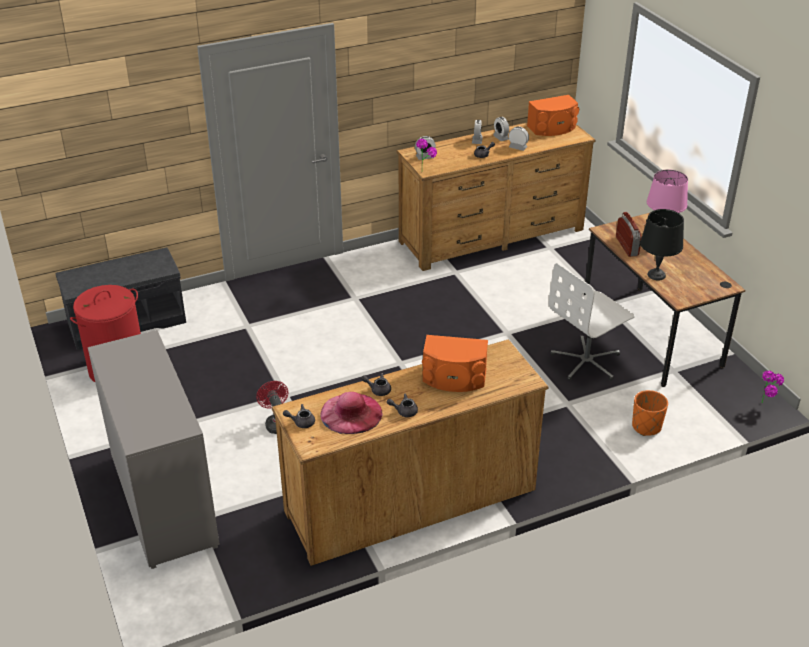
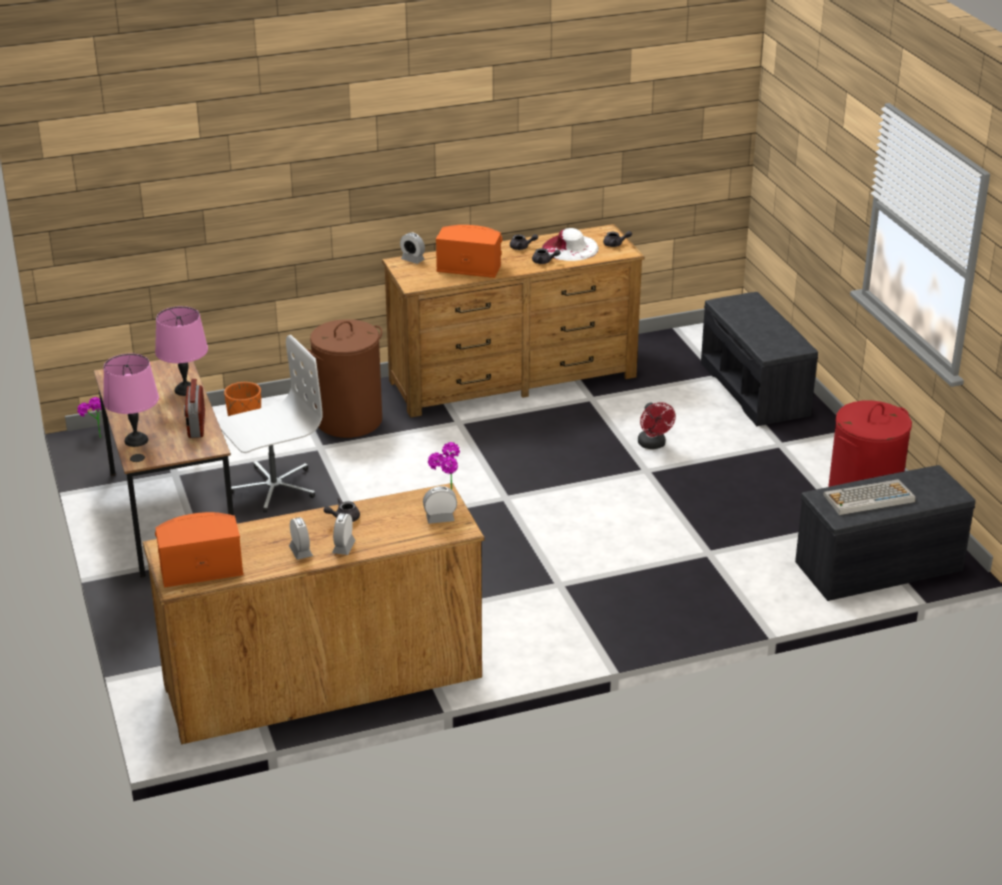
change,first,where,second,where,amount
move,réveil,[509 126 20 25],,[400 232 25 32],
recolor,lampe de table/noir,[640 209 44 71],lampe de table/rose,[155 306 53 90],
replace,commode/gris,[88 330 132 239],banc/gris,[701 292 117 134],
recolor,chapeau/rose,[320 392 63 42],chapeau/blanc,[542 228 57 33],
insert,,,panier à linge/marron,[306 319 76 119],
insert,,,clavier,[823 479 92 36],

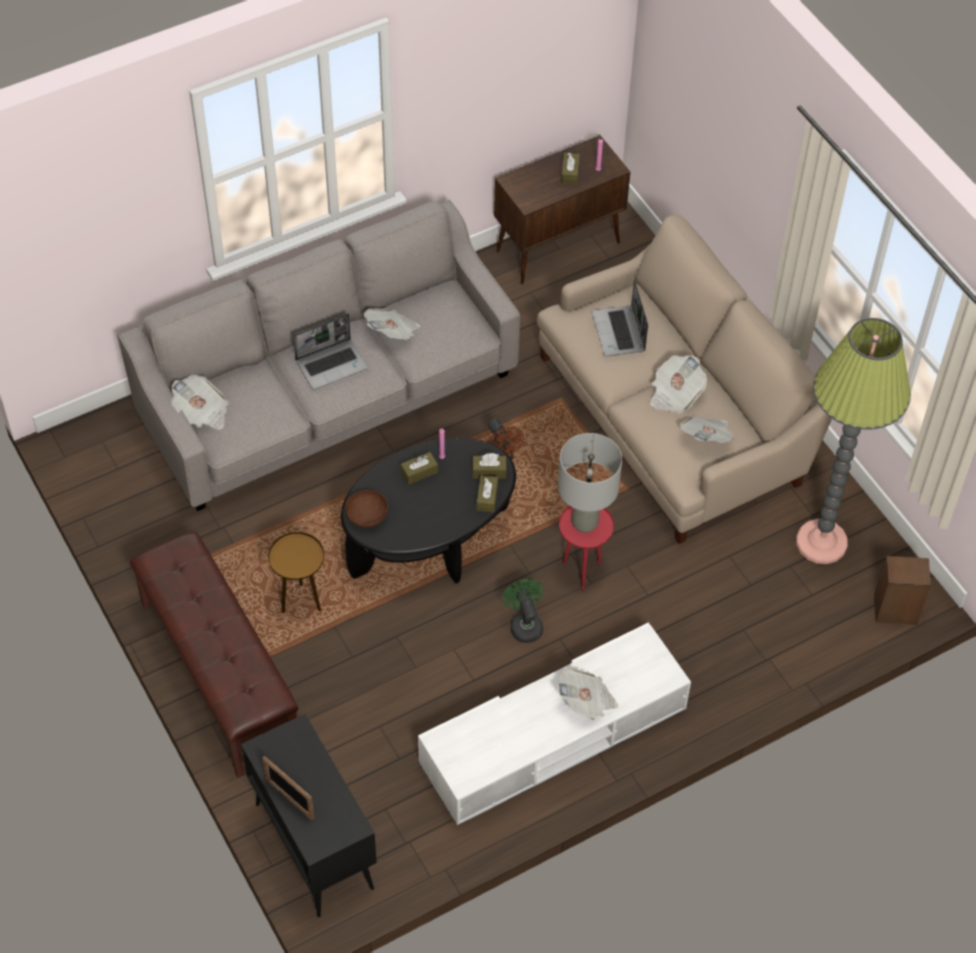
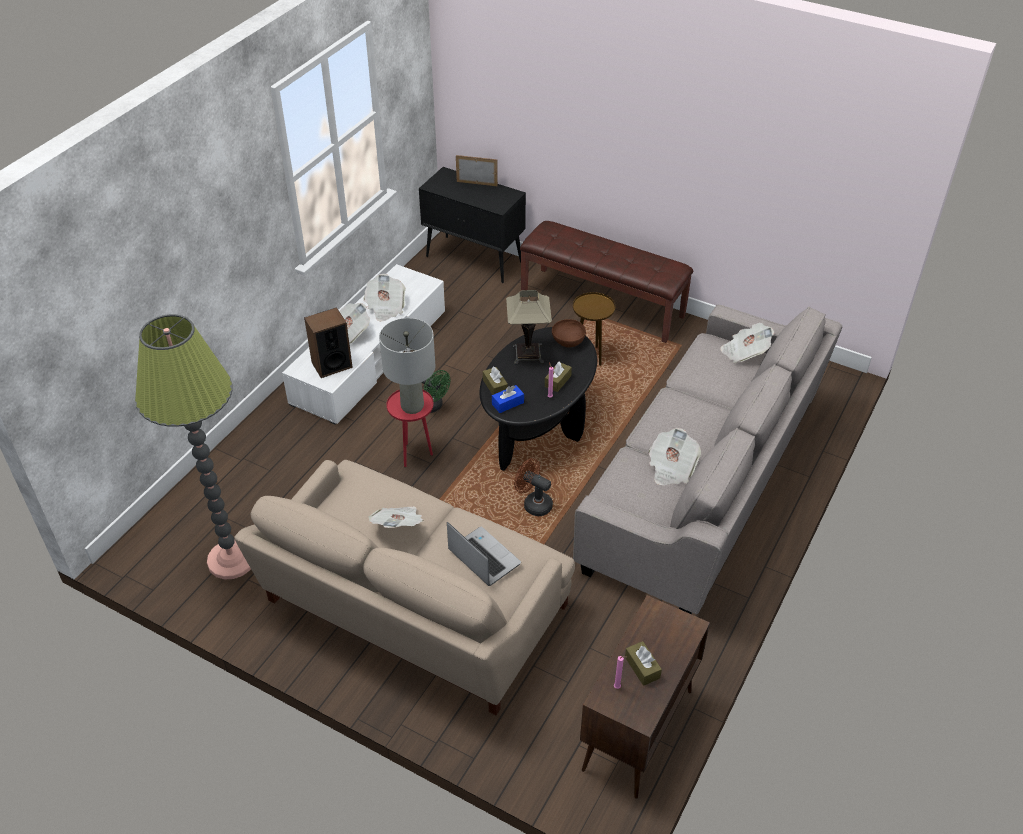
change,first,where,second,where,amount
delete,ordinateur portable,[293 314 75 76],,,
move,journal,[680 415 54 28],,[364 274 42 48],
recolor,boîte à mouchoirs/marron,[472 453 35 25],boîte à mouchoirs/bleu,[492 385 32 28],
move,enceinte,[874 556 57 69],,[304 307 49 71],
insert,,,lampe de table,[506 290 46 75],

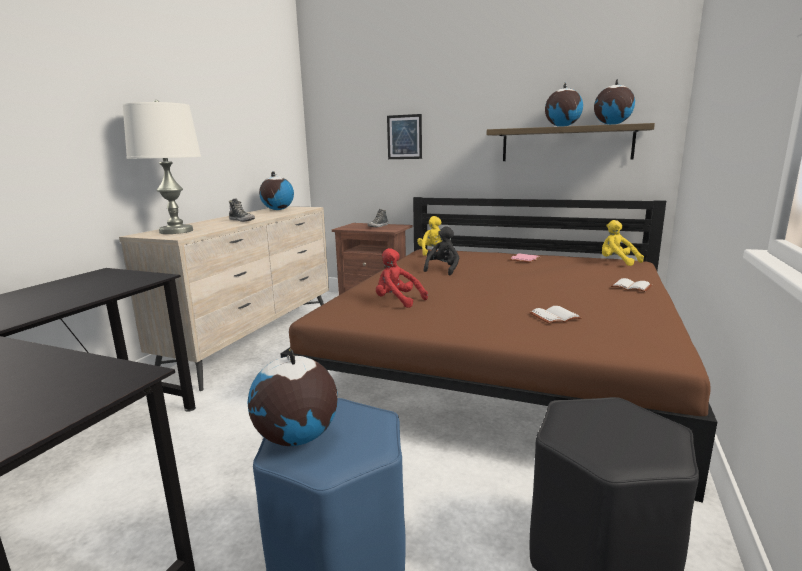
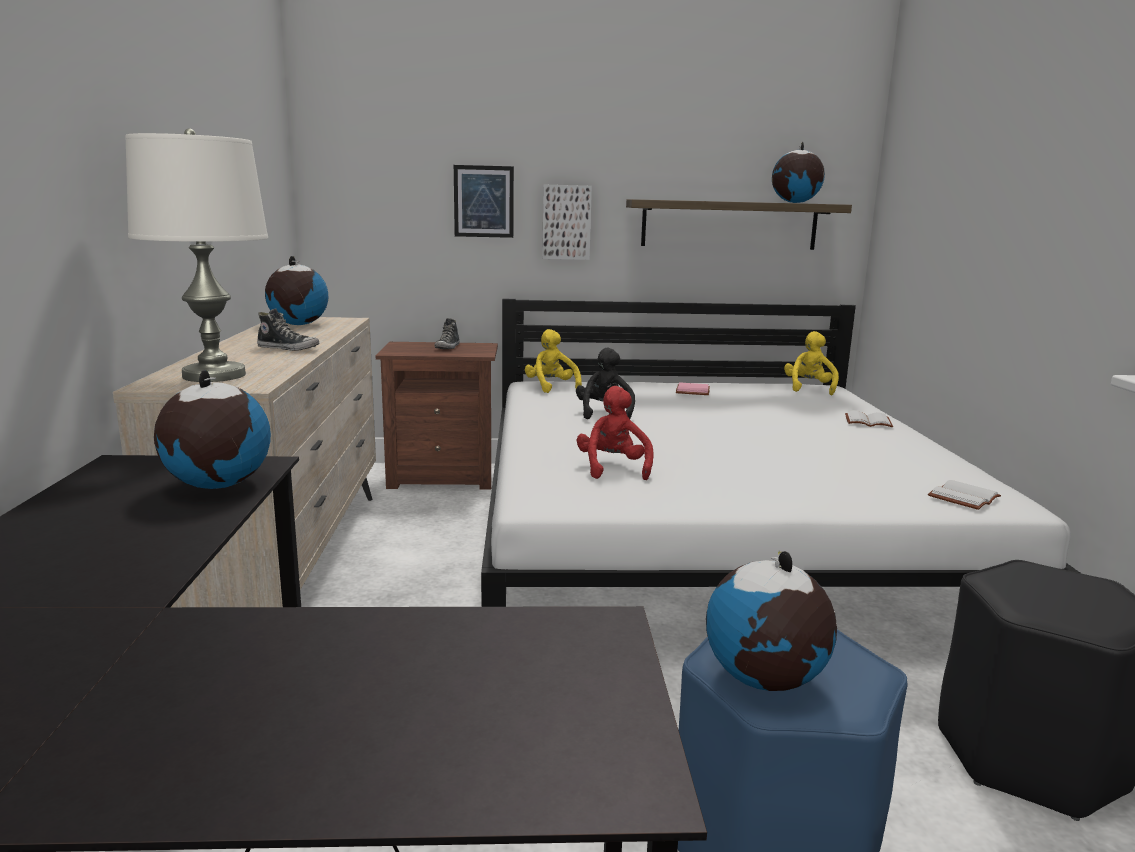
change,first,where,second,where,amount
move,globe,[545 83 38 44],,[154 370 117 119],
recolor,lit/marron,[280 197 437 306],lit/blanc,[481 299 599 308],
rotate,peluche/jaune,[602 220 42 46],,[784 331 55 64],75 degrees clockwise
rotate,peluche/rouge,[376 248 52 60],,[577 386 77 94],75 degrees clockwise
move,livre/blanc,[529 306 53 18],,[928 480 73 30],
insert,,,tableau,[542 185 50 75],

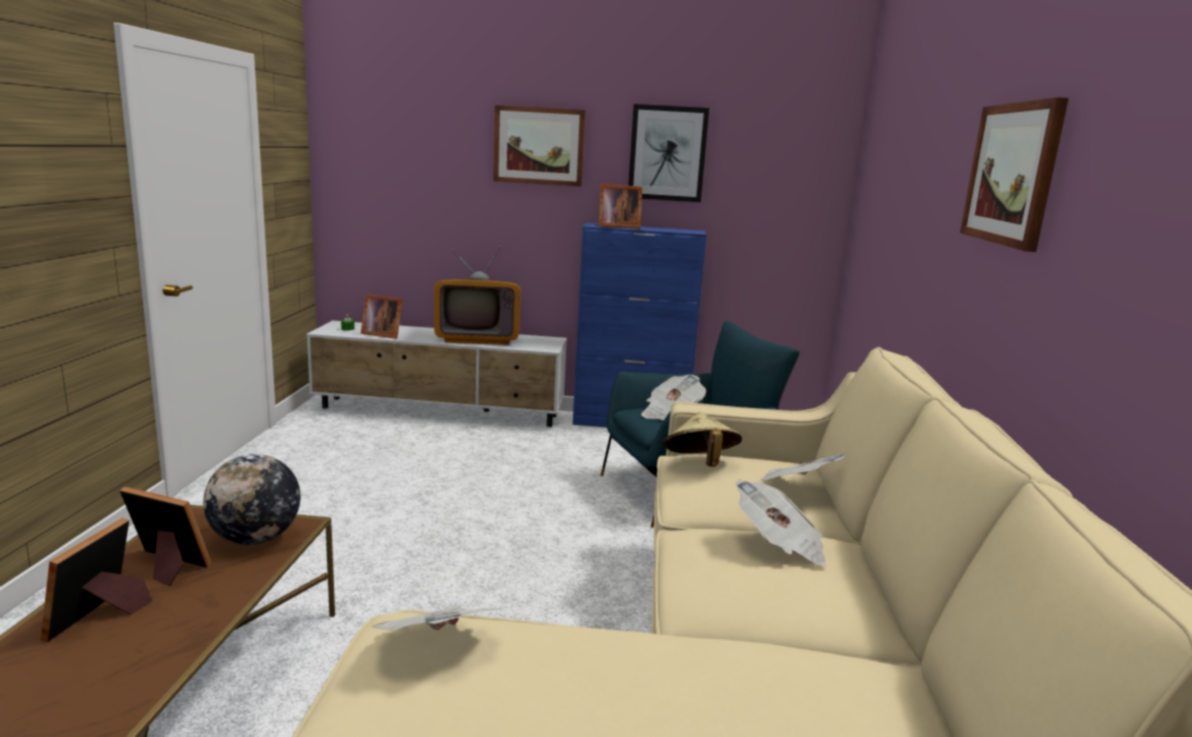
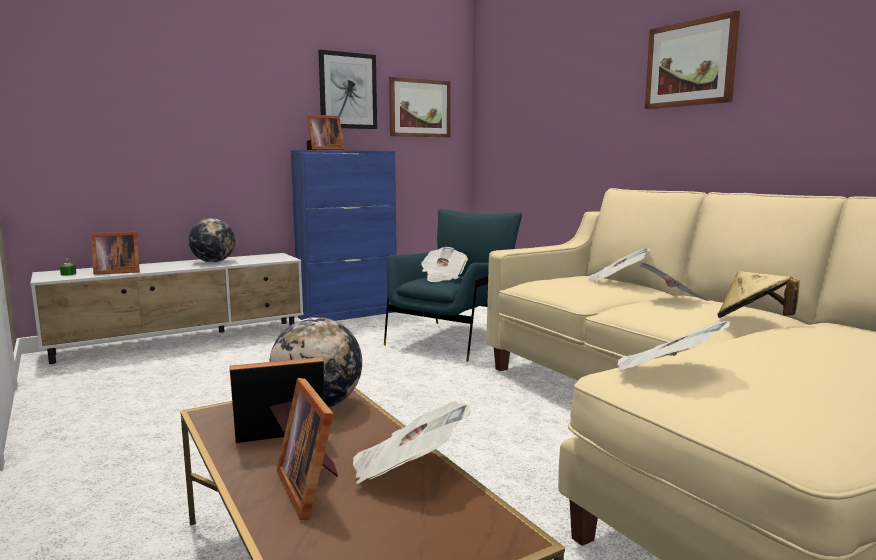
change,first,where,second,where,amount
move,tableau,[493 105 93 82],,[389 77 62 61],
replace,téléviseur,[434 246 87 99],globe,[189 218 46 44],
move,chapeau/beige,[663 412 79 55],,[717 271 83 47],
insert,,,journal,[353 401 117 83],

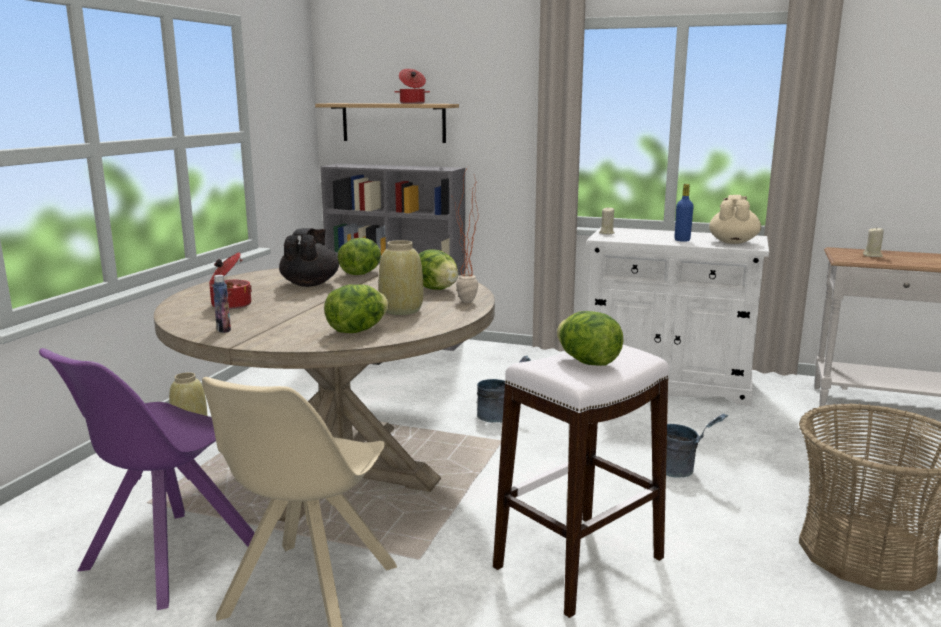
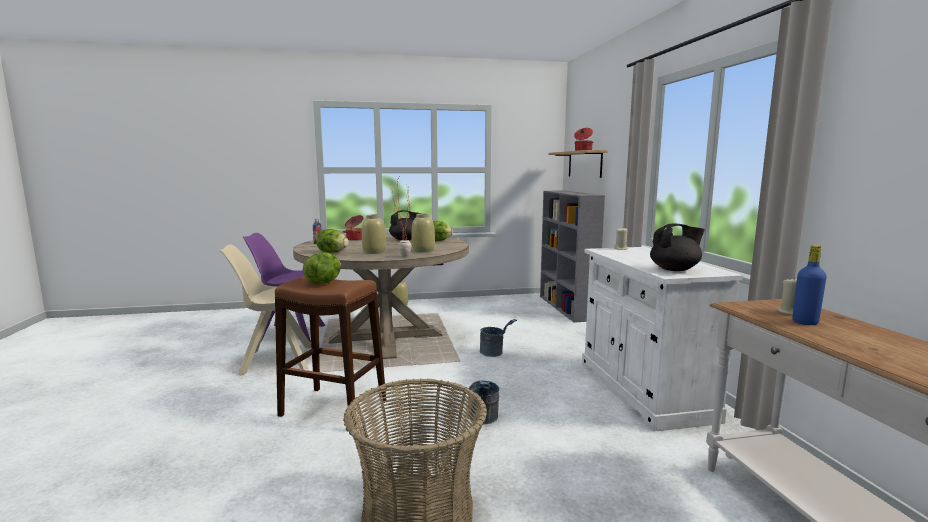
change,first,where,second,where,amount
move,bouteille/bleu,[675 184 19 58],,[793 245 34 80],
recolor,théière/beige,[709 195 52 49],théière/noir,[650 224 55 47],
replace,laitue,[419 249 39 41],vase/beige,[411 214 24 38],
recolor,tabouret/blanc,[493 345 176 273],tabouret/marron,[275 276 111 152],

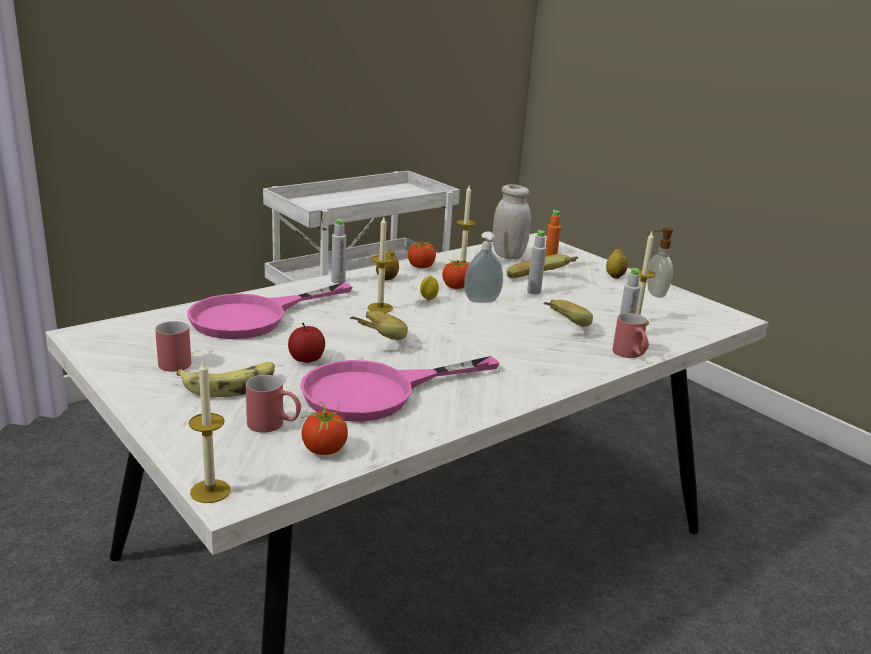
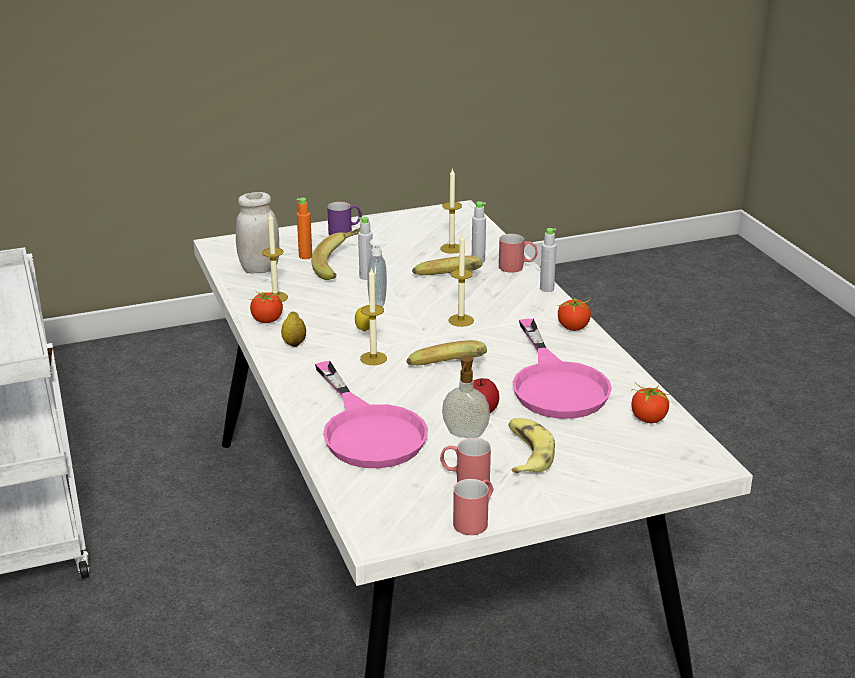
change,first,where,second,where,amount
move,bouteille/gris,[332 219 14 64],,[540 228 17 64],
move,distributeur de savon,[647 227 26 71],,[442 355 48 83],
replace,citron,[606 248 22 31],mug/violet,[327 202 35 34],
move,tomate,[442 259 27 30],,[557 297 34 34],
move,bougie,[188 360 43 143],,[448 233 26 94],
move,mug/rouge,[246 375 55 58],,[453 479 41 56],

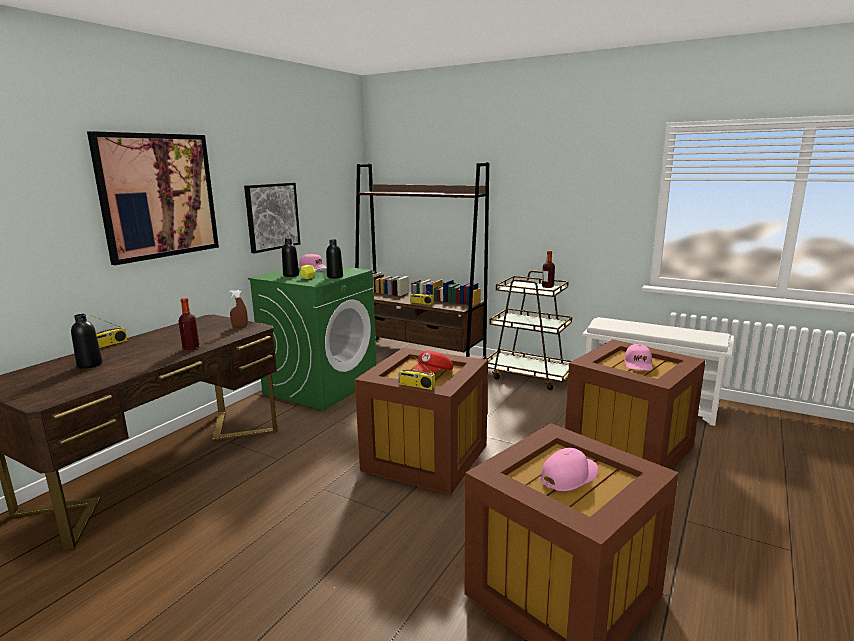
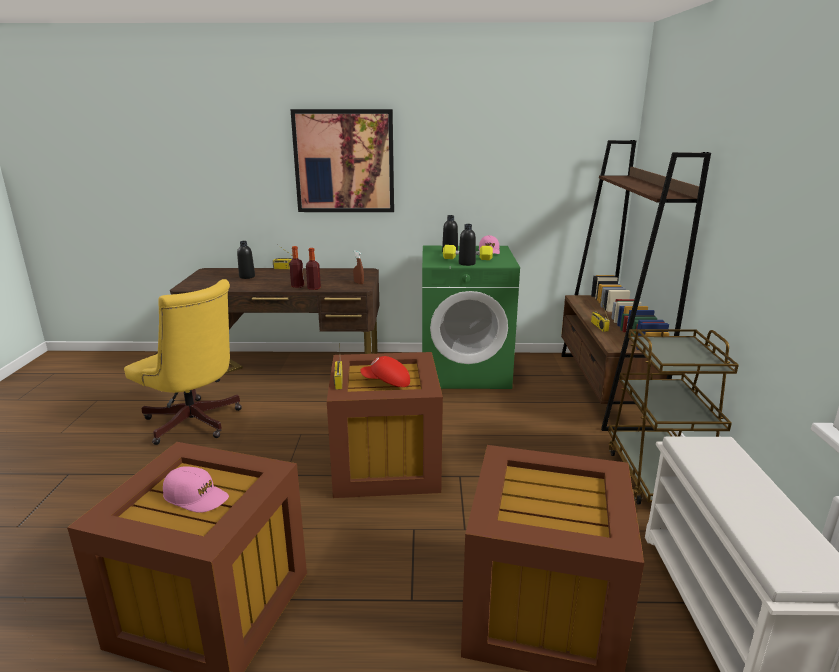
change,first,where,second,where,amount
delete,tableau,[244 183 56 70],,,
move,bouteille,[542 251 13 37],,[306 248 15 42],
delete,casquette/rose,[624 344 28 27],,,
insert,,,chaise de bureau/jaune,[124 279 118 166],

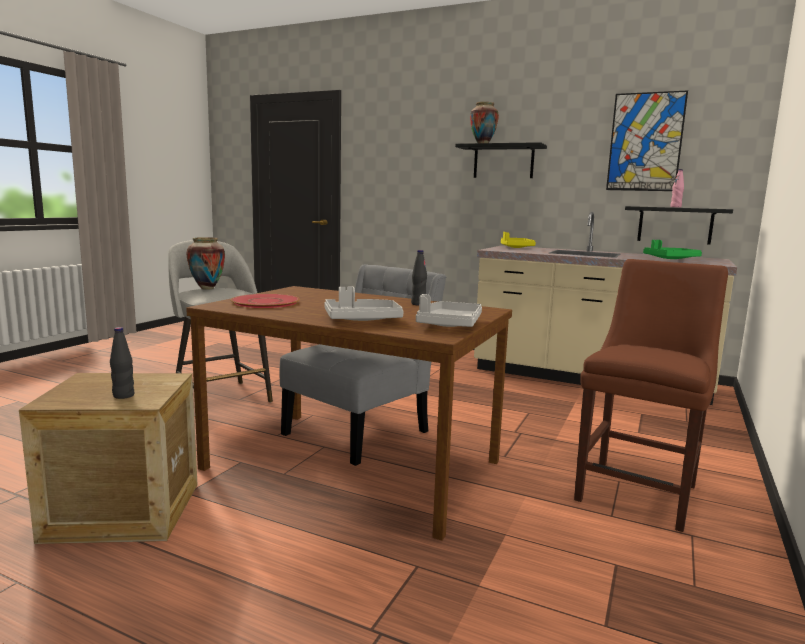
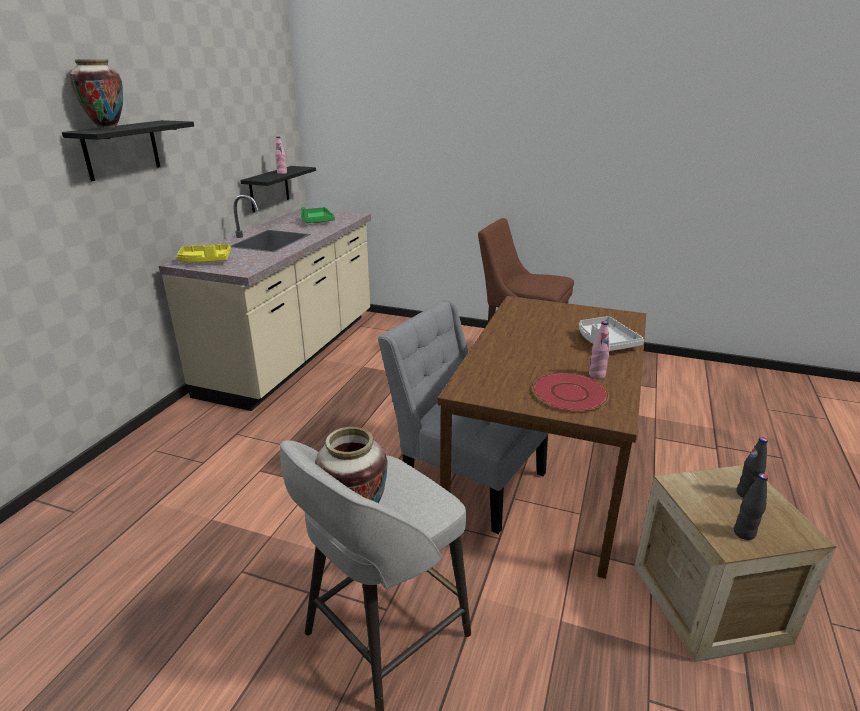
change,first,where,second,where,amount
delete,tableau,[606 90 82 101],,,
move,bouteille/noir,[411 250 16 56],,[734 473 34 67],
delete,plateau/gris,[416 294 66 33],,,
insert,,,bouteille/rose,[589 321 21 58],

